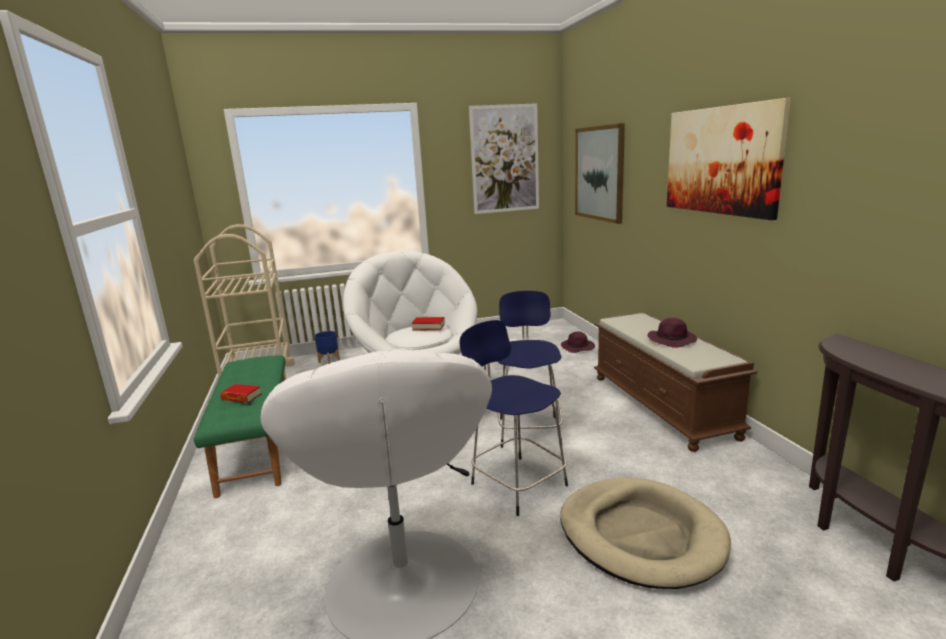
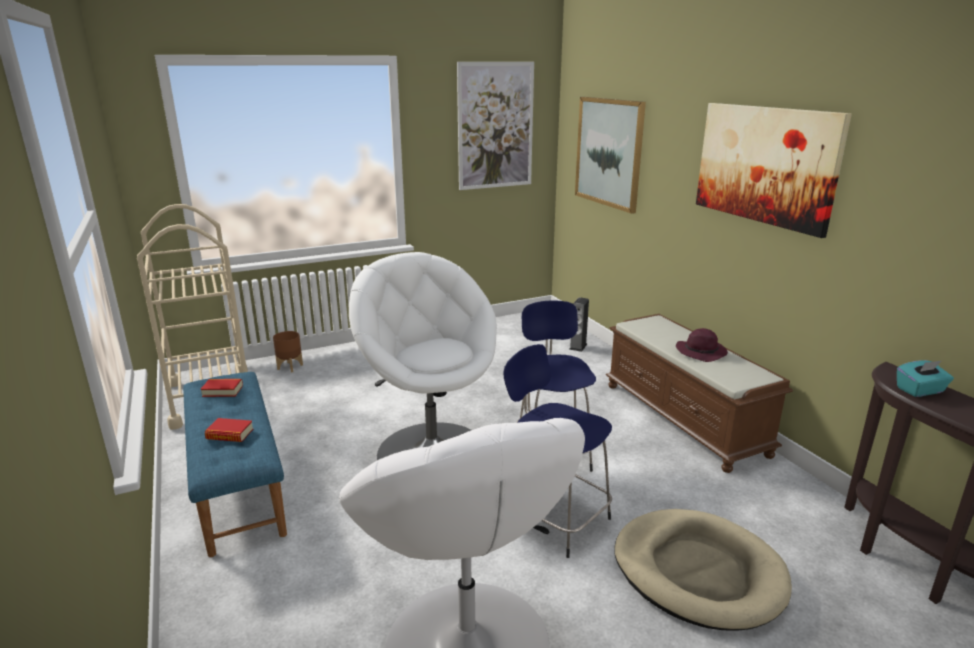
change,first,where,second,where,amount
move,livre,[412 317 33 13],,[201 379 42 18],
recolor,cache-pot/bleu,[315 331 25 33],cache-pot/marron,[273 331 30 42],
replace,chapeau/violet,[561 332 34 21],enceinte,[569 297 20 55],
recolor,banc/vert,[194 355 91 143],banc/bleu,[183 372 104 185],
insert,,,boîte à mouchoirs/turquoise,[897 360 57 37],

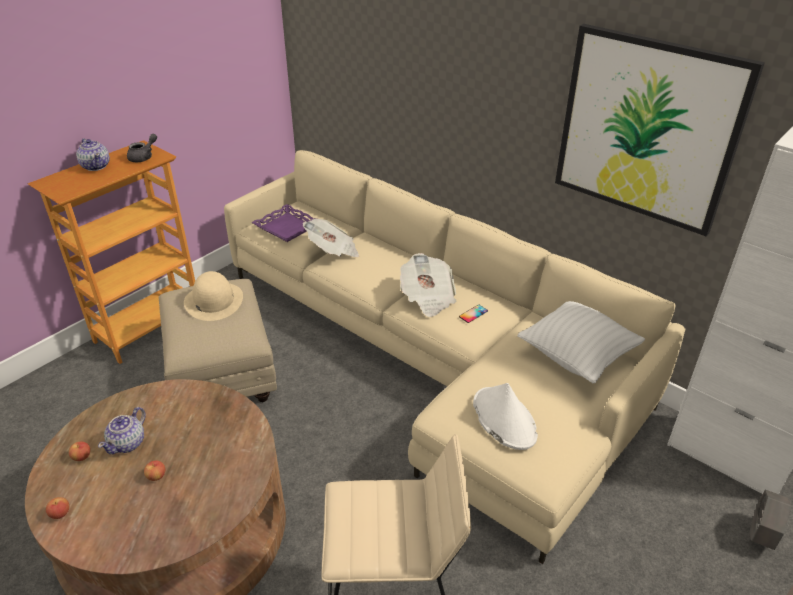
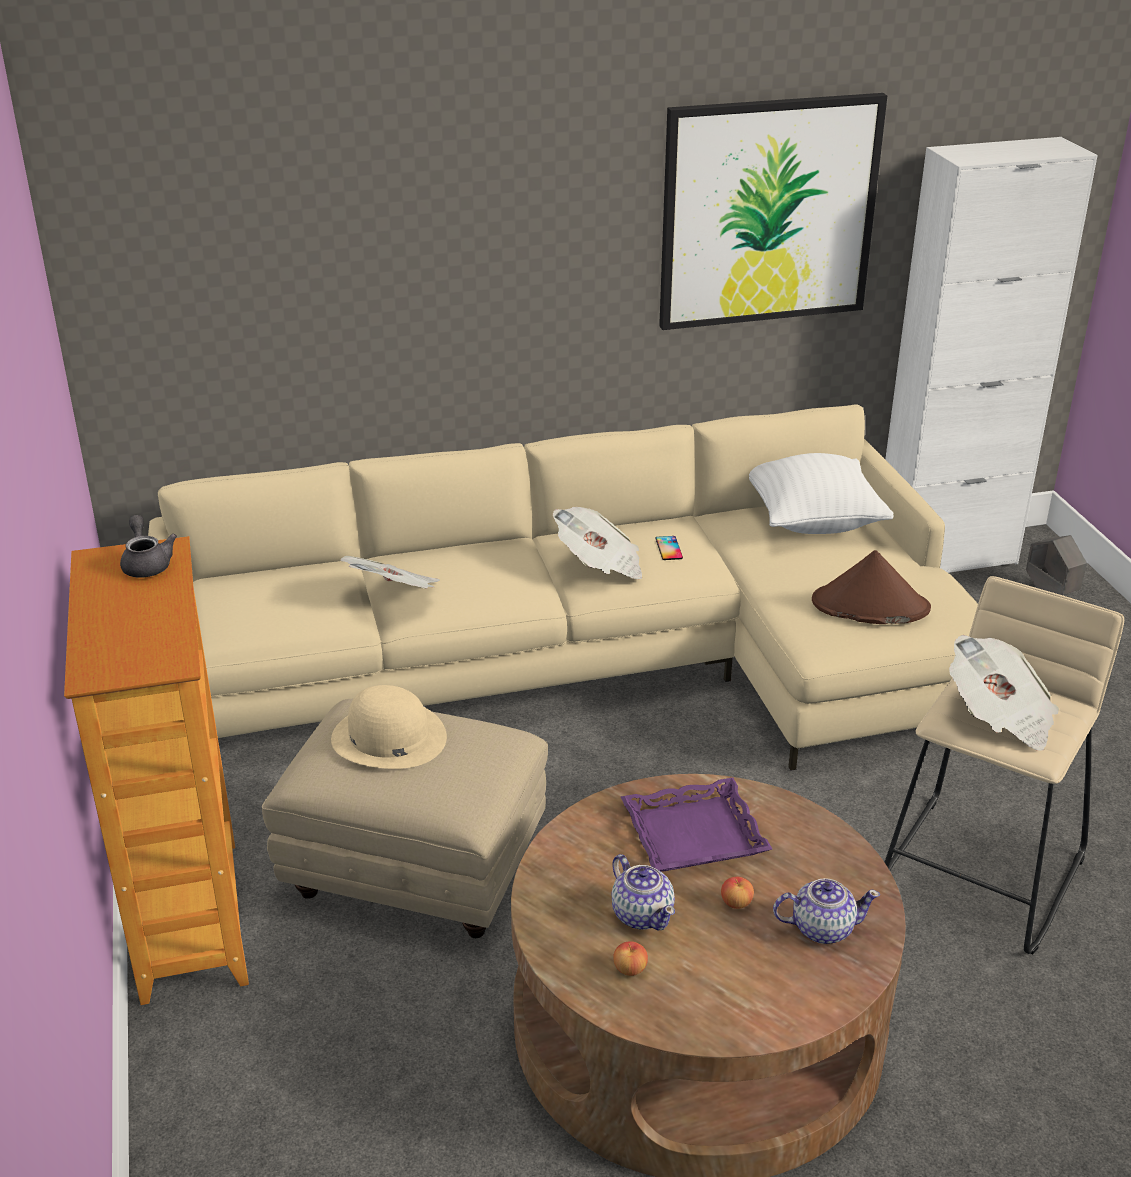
change,first,where,second,where,amount
move,théière,[76 138 34 33],,[773 878 107 66],
move,plateau/violet,[251 204 66 38],,[621 777 151 95],
recolor,chapeau/blanc,[473 383 65 67],chapeau/marron,[812 550 119 74],
delete,pomme,[46 497 23 22],,,
insert,,,journal,[949 635 110 116],

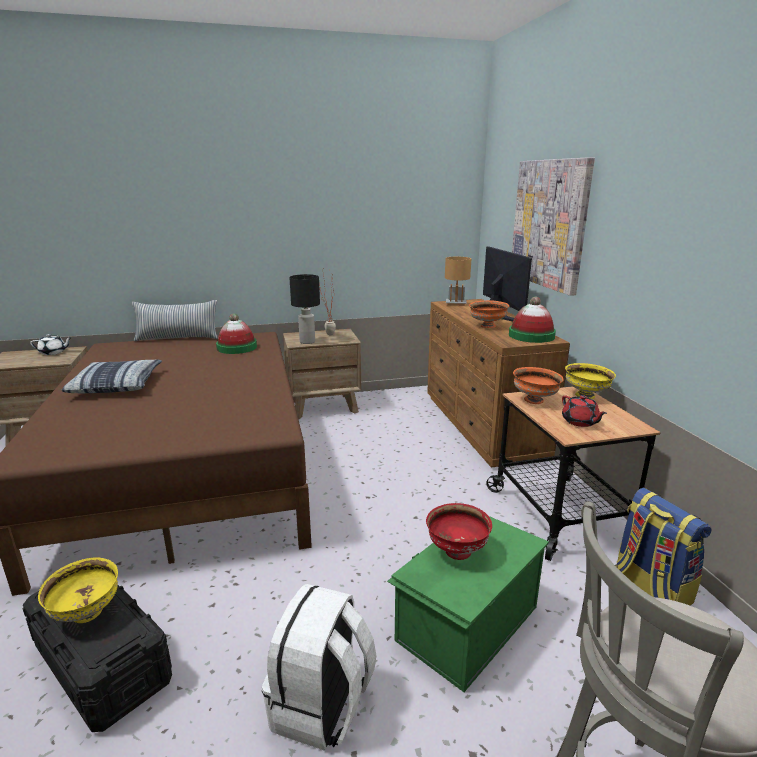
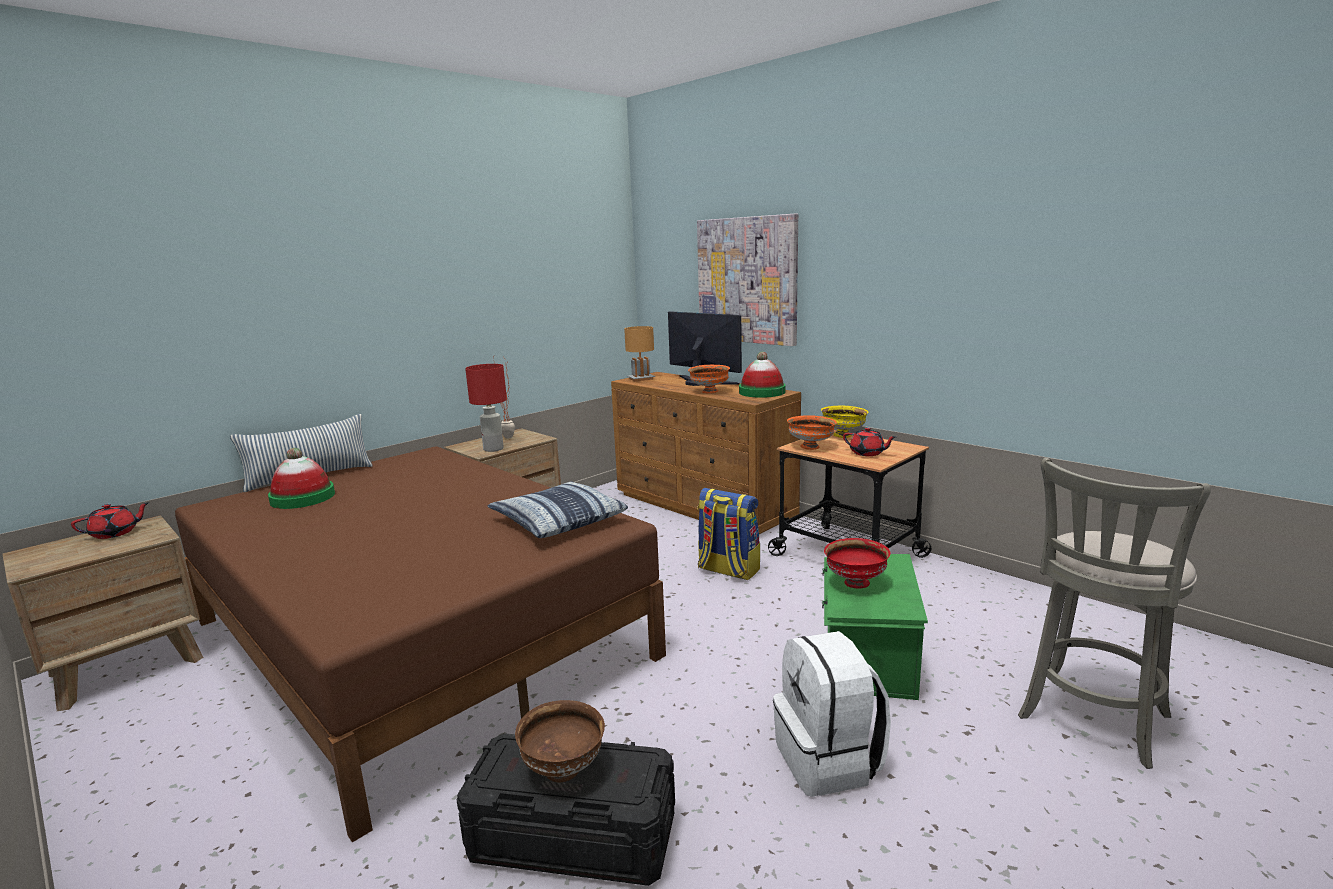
change,first,where,second,where,amount
recolor,lampe de table/noir,[289 274 31 70],lampe de table/rouge,[465 364 42 88],
move,chapeau,[216 313 41 41],,[268 448 67 61],
recolor,théière/blanc,[30 334 42 21],théière/rouge,[71 502 79 37],
move,coussin,[62 360 100 33],,[488 481 140 57],
move,sac à dos,[615 488 96 117],,[697 488 63 92],
recolor,bol/jaune,[38 558 80 65],bol/marron,[515 700 90 82],

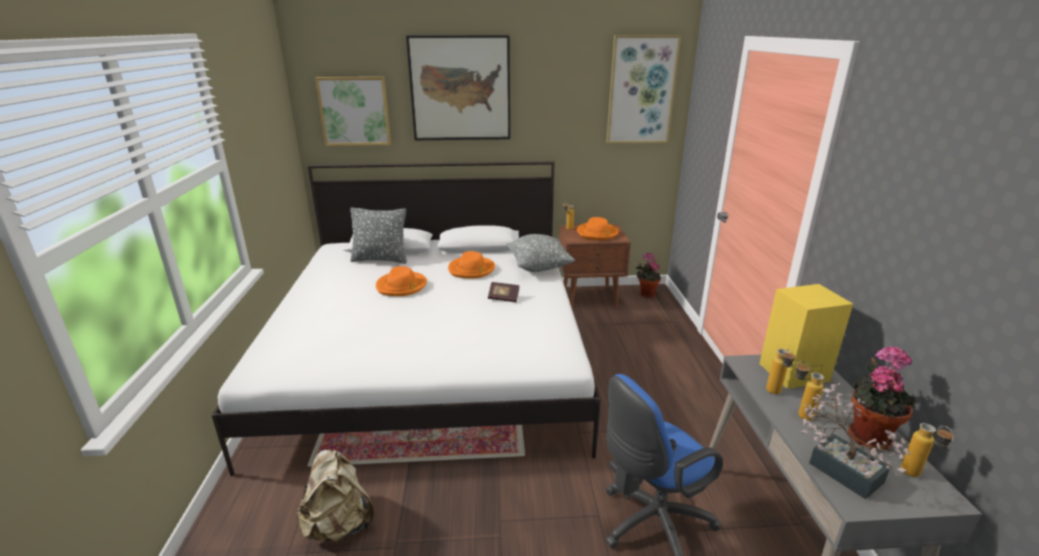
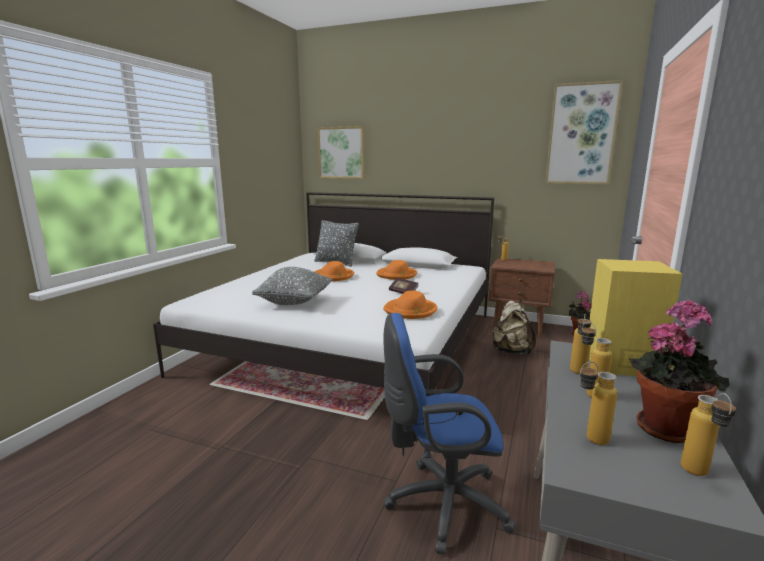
change,first,where,second,where,amount
delete,tableau,[406 35 104 105],,,
move,chapeau/orange,[577 217 42 23],,[383 290 55 29],
move,coussin/gris,[506 234 69 38],,[252 267 80 38],
replace,plante en pot,[802 383 110 116],bouteille,[580 362 37 83],
move,sac à dos/beige,[296 450 78 92],,[491 300 45 54],

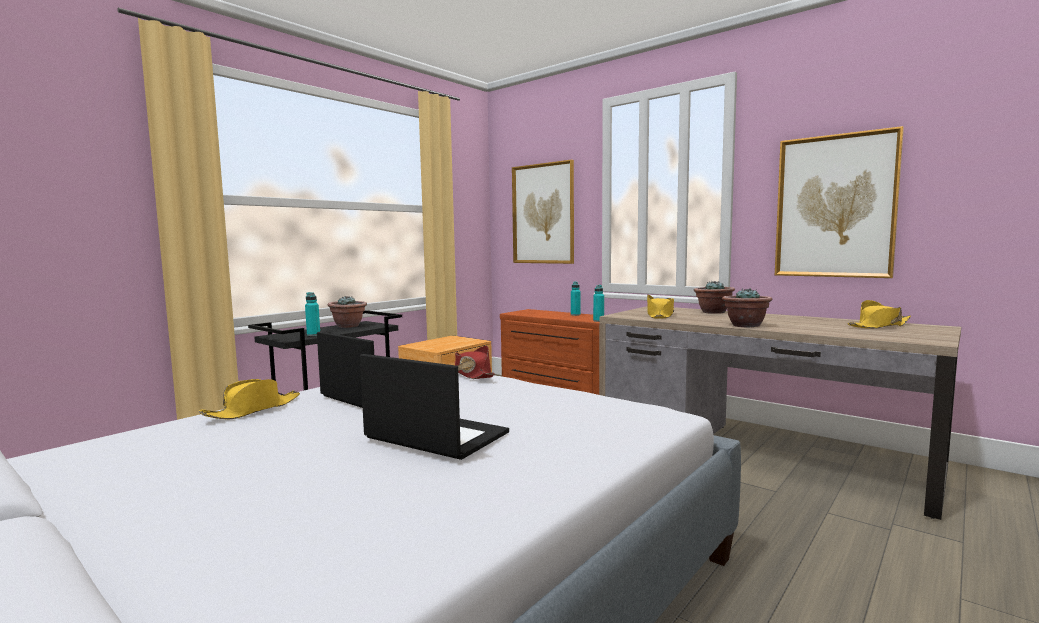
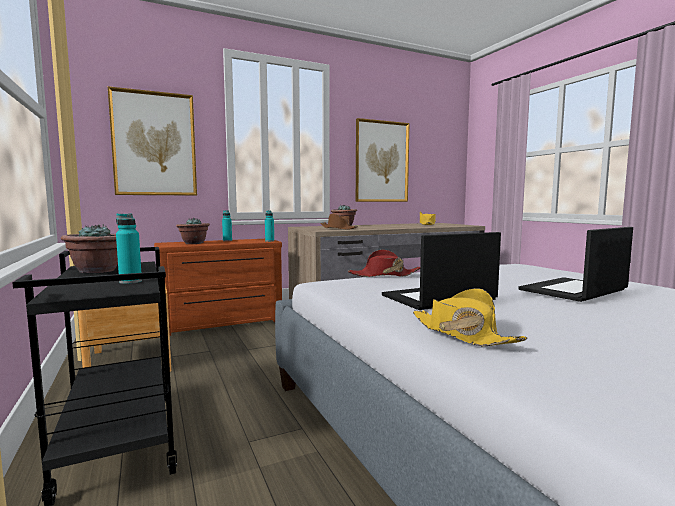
change,first,where,second,where,amount
move,plante en pot,[722 288 50 39],,[176 218 34 26],
recolor,chapeau/jaune,[647 295 27 24],chapeau/marron,[320 214 38 16],

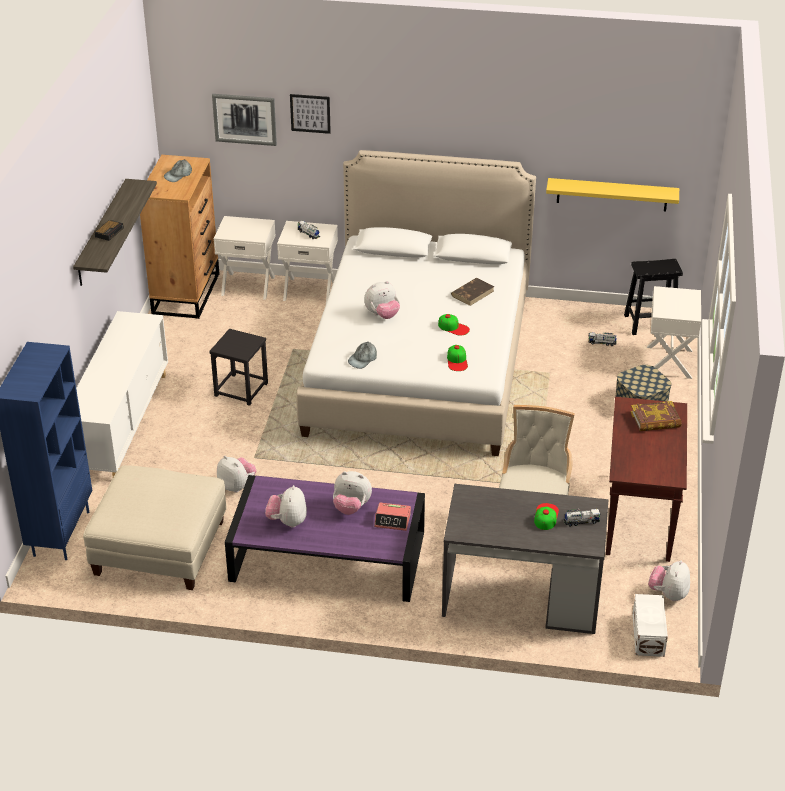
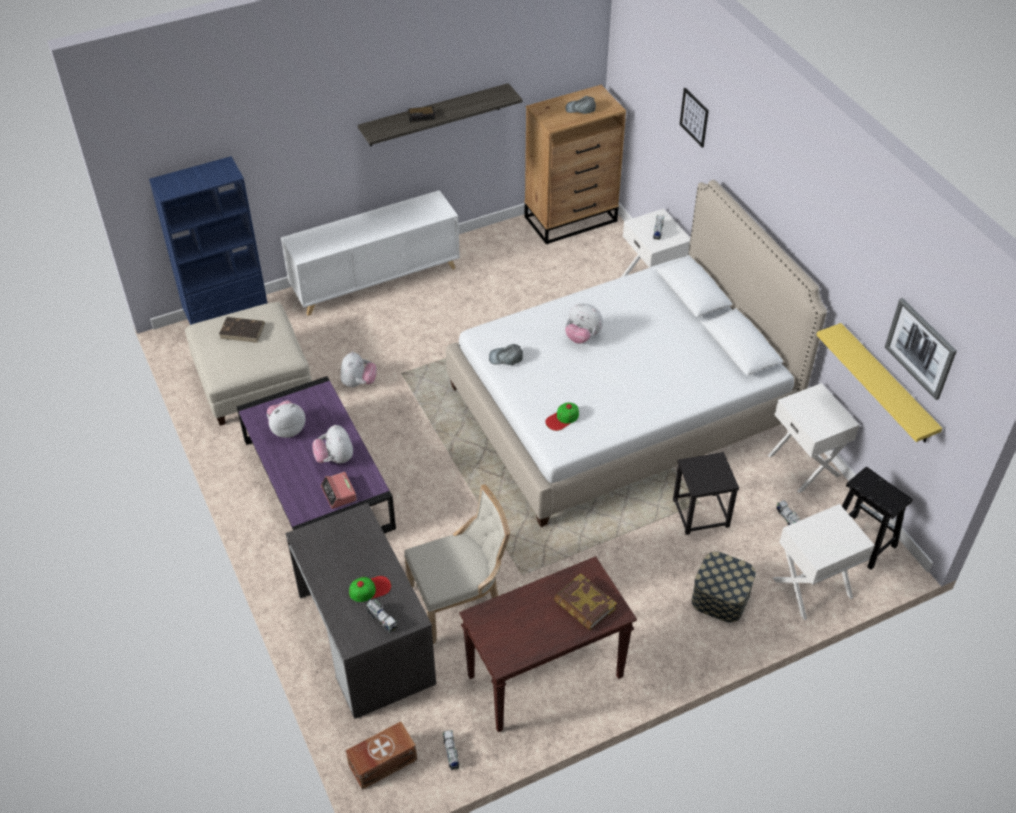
change,first,where,second,where,amount
move,tableau,[212 94 65 52],,[885 298 72 102],
move,table de chevet/blanc,[214 216 62 84],,[768 383 91 110],
move,livre/marron,[451 278 43 28],,[219 317 46 26],
delete,casquette,[438 314 32 22],,,
move,tabouret/noir,[209 329 59 77],,[673 452 66 83],
replace,peluche,[648 560 42 41],camion jouet,[443 730 16 40],
recolor,boîte de rangement/blanc,[633 594 35 63],boîte de rangement/marron,[346 721 71 69],

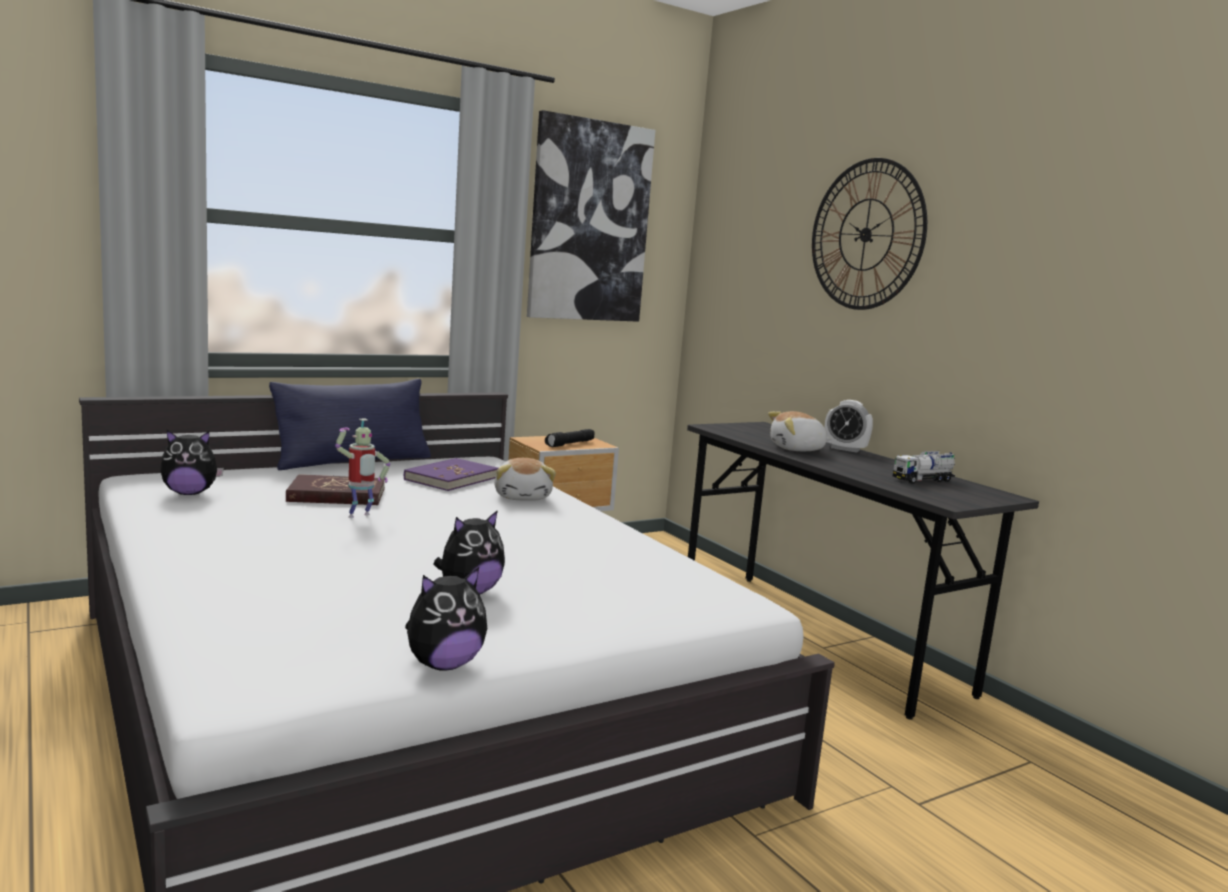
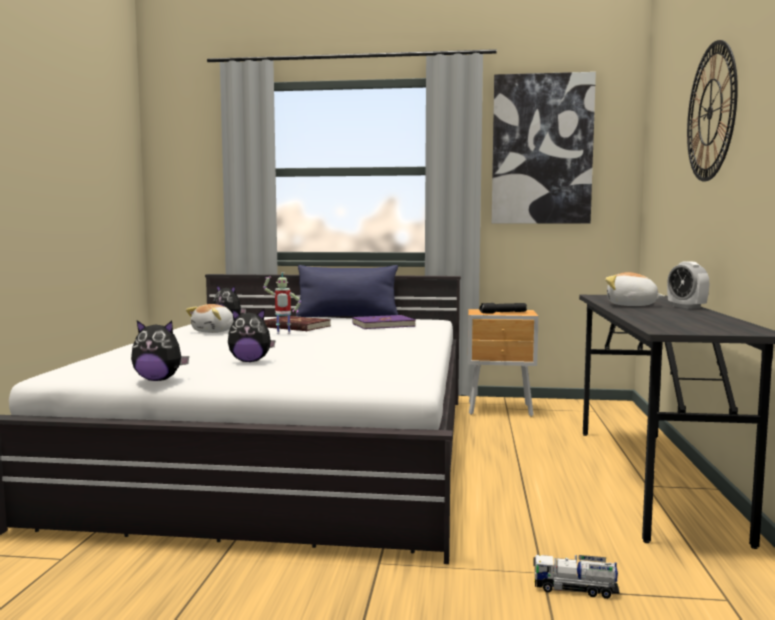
change,first,where,second,where,amount
move,camion jouet,[893 451 62 33],,[533 554 86 45],
move,peluche,[494 458 62 43],,[186 304 47 29],

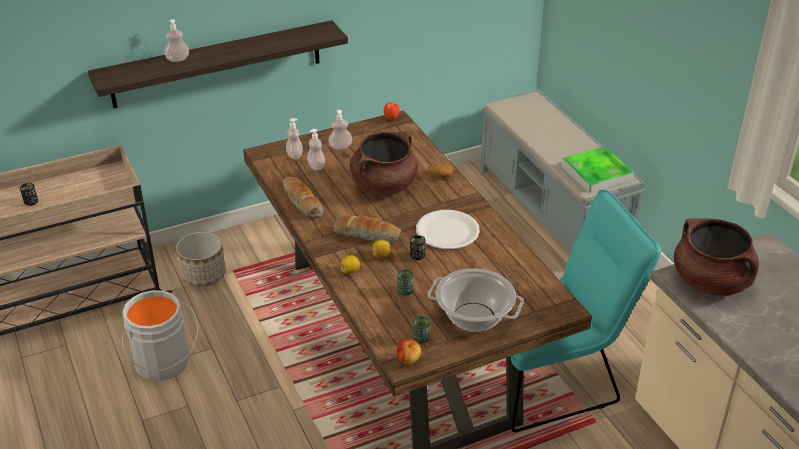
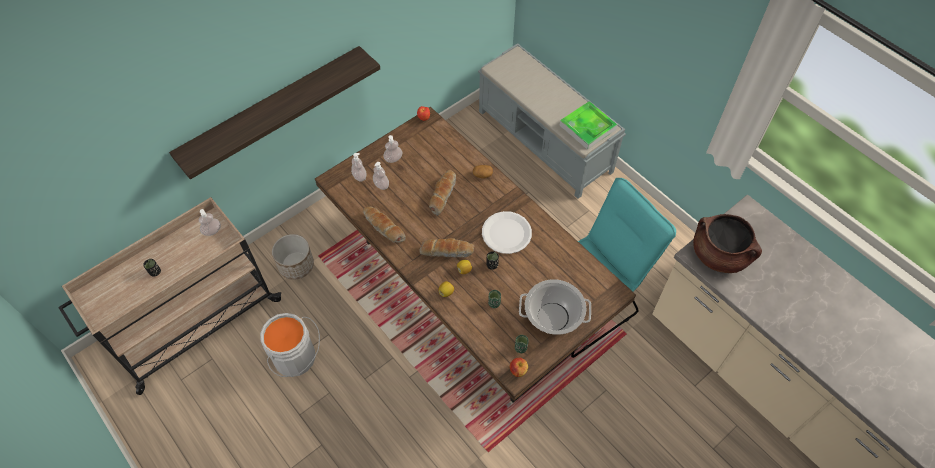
change,first,where,second,where,amount
move,distributeur de savon,[164 19 25 43],,[199 209 22 27],
replace,marmite/marron,[350 131 68 64],pain,[429 170 27 46],

